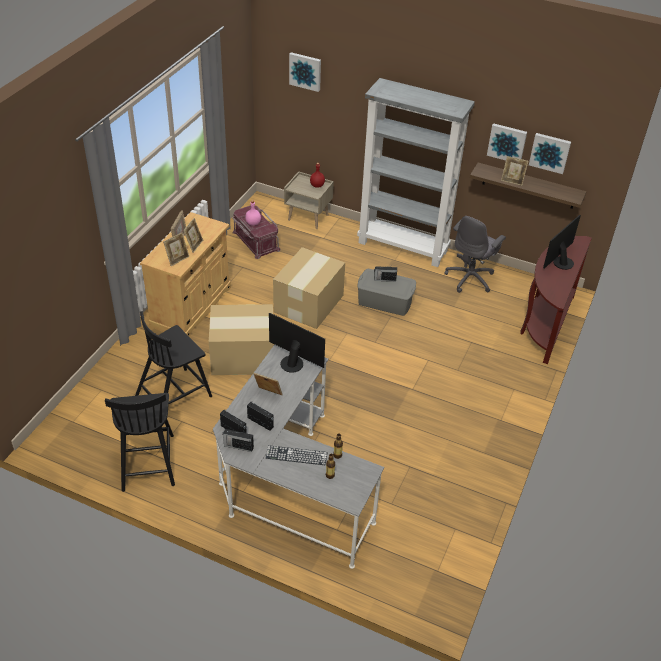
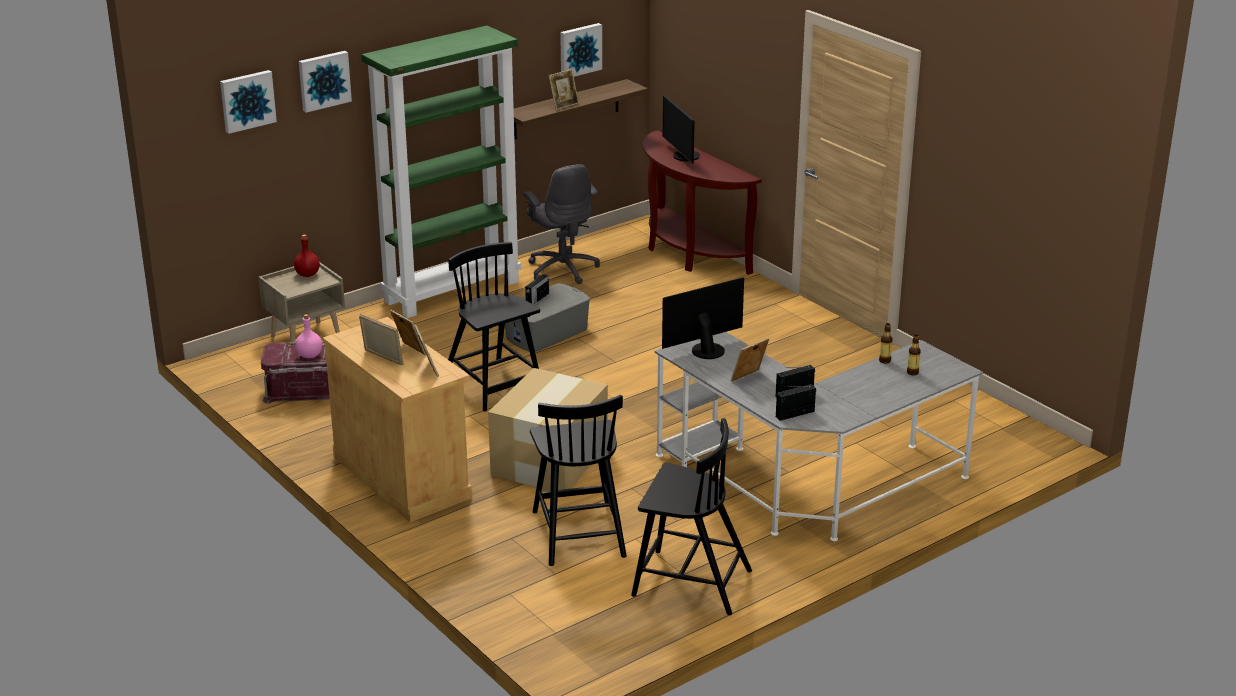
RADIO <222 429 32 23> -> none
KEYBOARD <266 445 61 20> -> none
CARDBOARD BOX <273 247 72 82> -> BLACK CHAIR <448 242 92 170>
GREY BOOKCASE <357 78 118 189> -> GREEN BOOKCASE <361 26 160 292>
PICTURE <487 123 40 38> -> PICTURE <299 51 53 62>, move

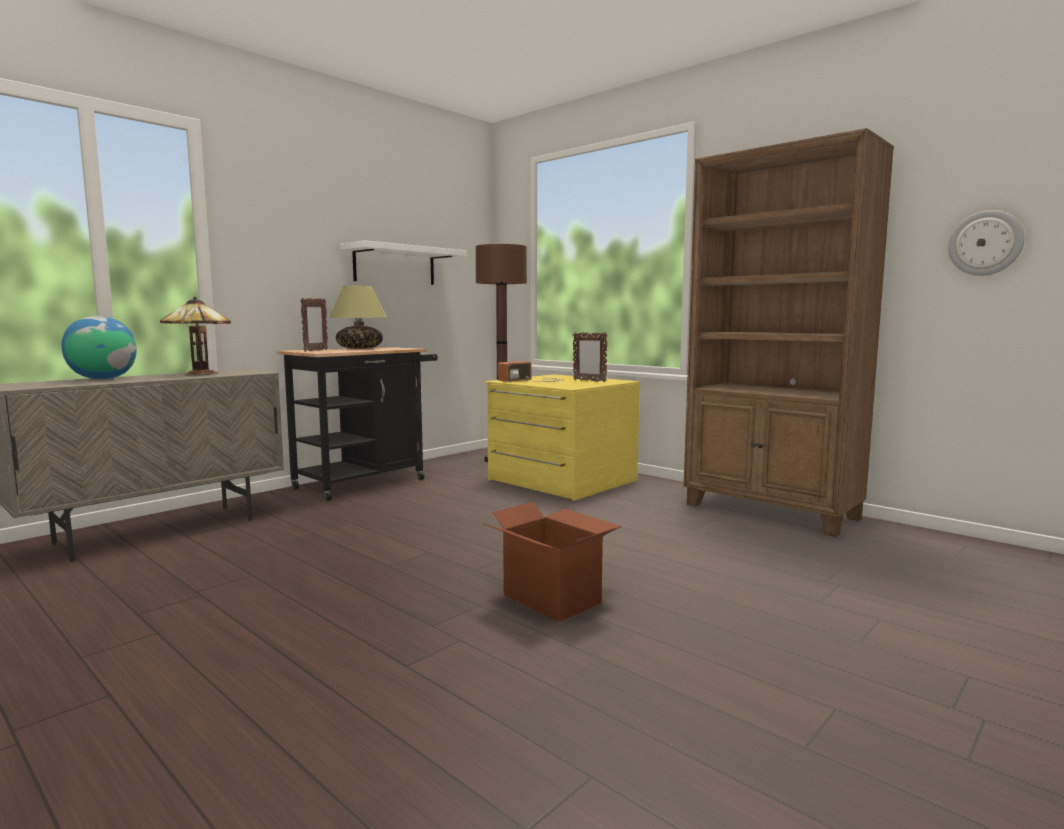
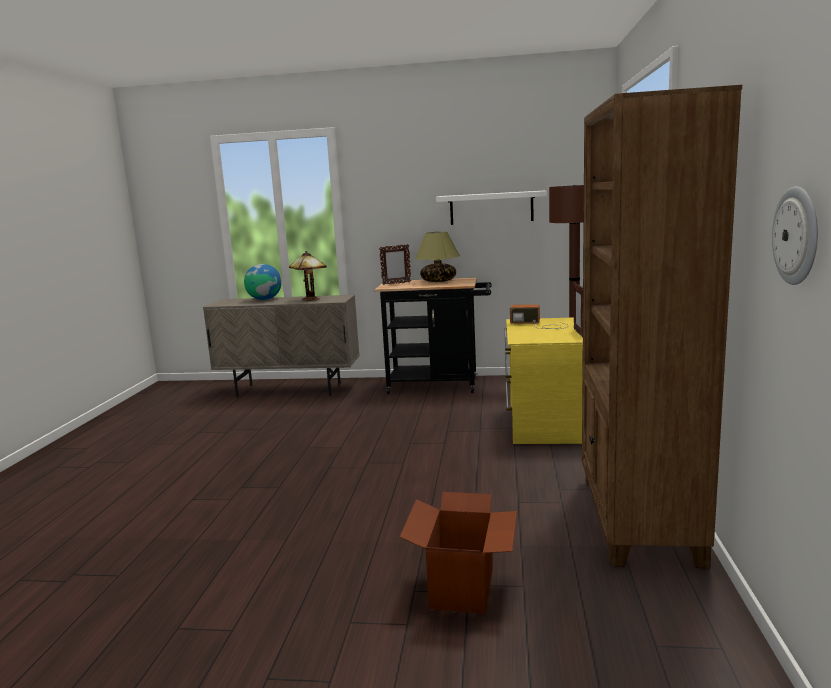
CARDBOARD BOX <483 502 139 120> -> CARDBOARD BOX <400 492 117 122>, move

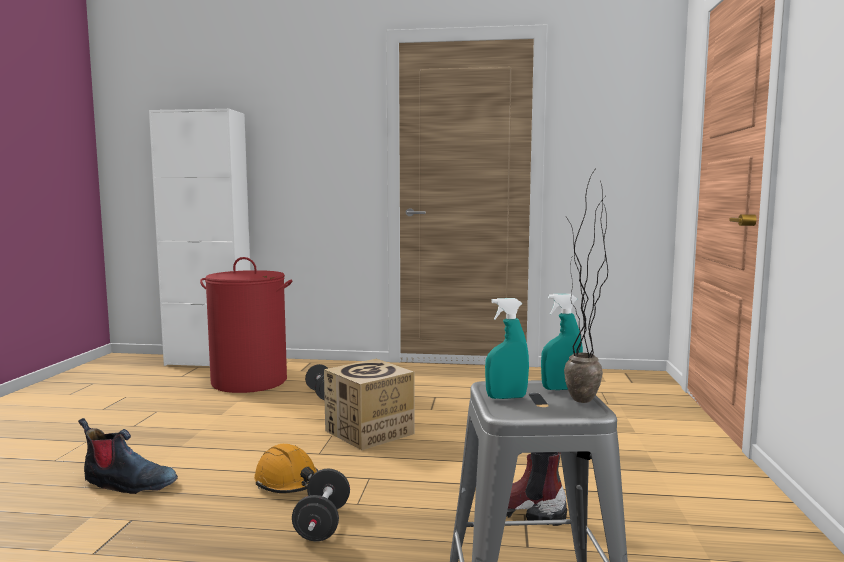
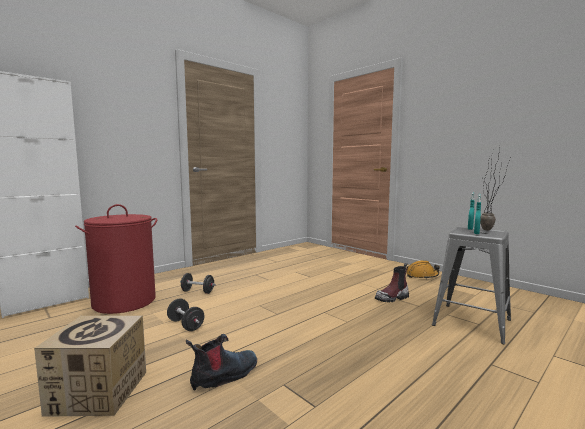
ORANGE HARD HAT <254 444 65 49> -> ORANGE HARD HAT <406 260 34 19>, move
BLACK DUMBBELL <292 469 58 72> -> BLACK DUMBBELL <167 298 37 33>, move
CARDBOARD BOX <324 359 91 91> -> CARDBOARD BOX <34 316 112 101>, move

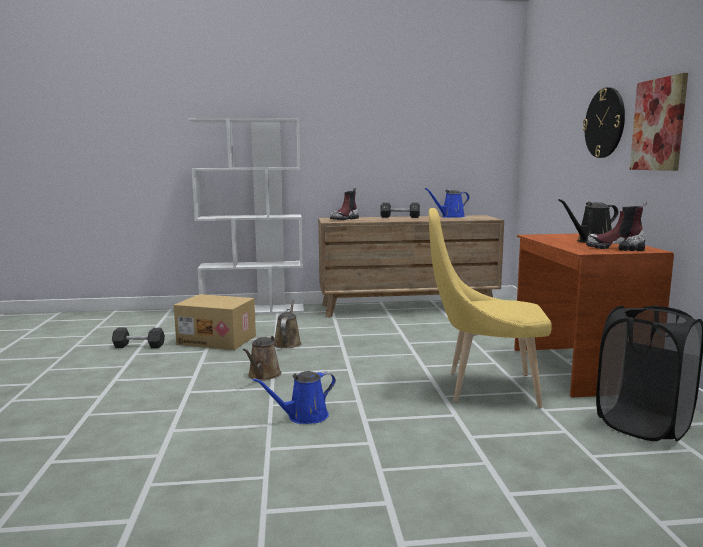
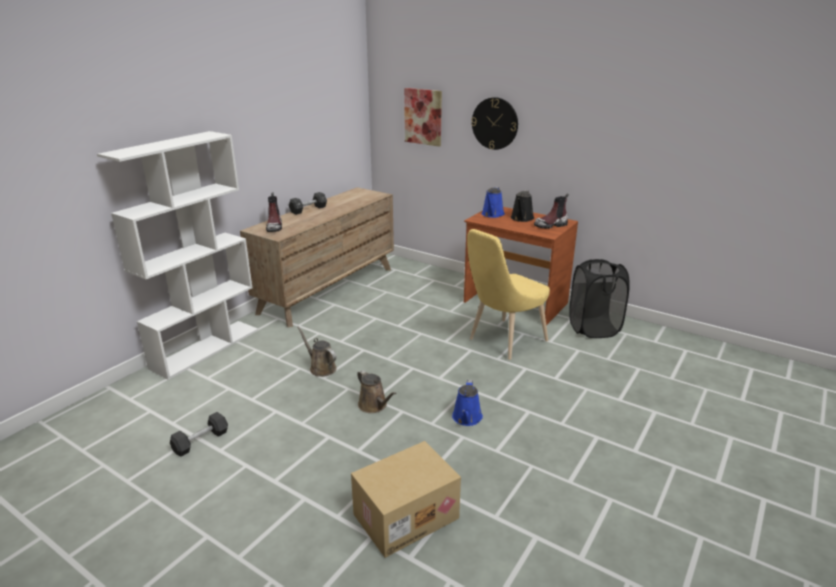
CARDBOARD BOX <174 294 82 56> -> CARDBOARD BOX <351 441 110 117>, move
BLUE WATERING CAN <424 188 45 30> -> BLUE WATERING CAN <482 187 23 31>, move
PICTURE <630 73 58 98> -> PICTURE <404 88 38 59>, move

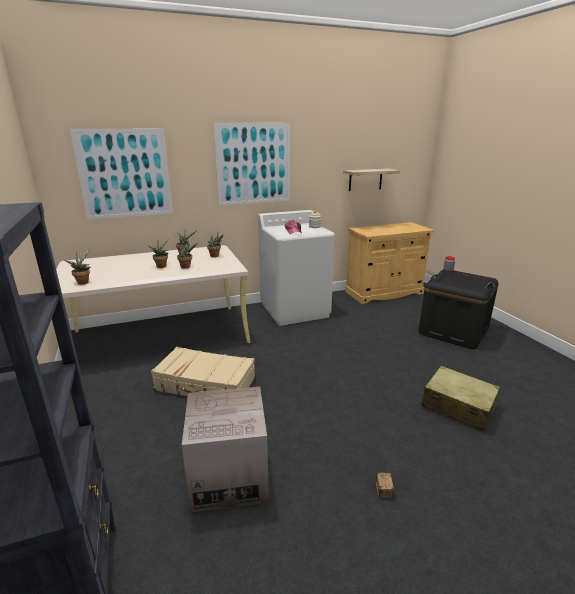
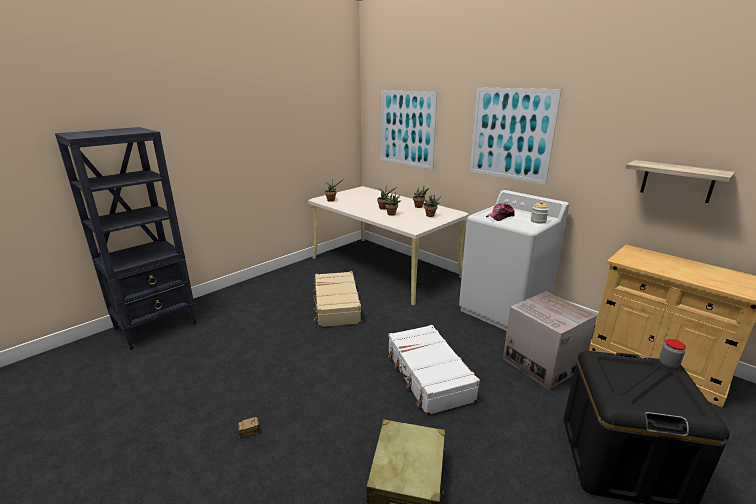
CARDBOARD BOX <182 387 87 125> -> CARDBOARD BOX <503 292 94 98>, move
none -> WHITE SUITCASE <388 325 92 90>

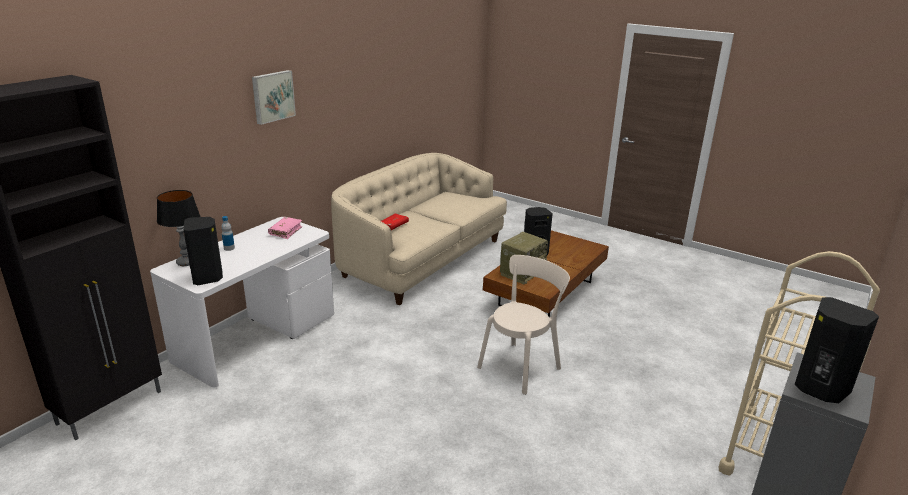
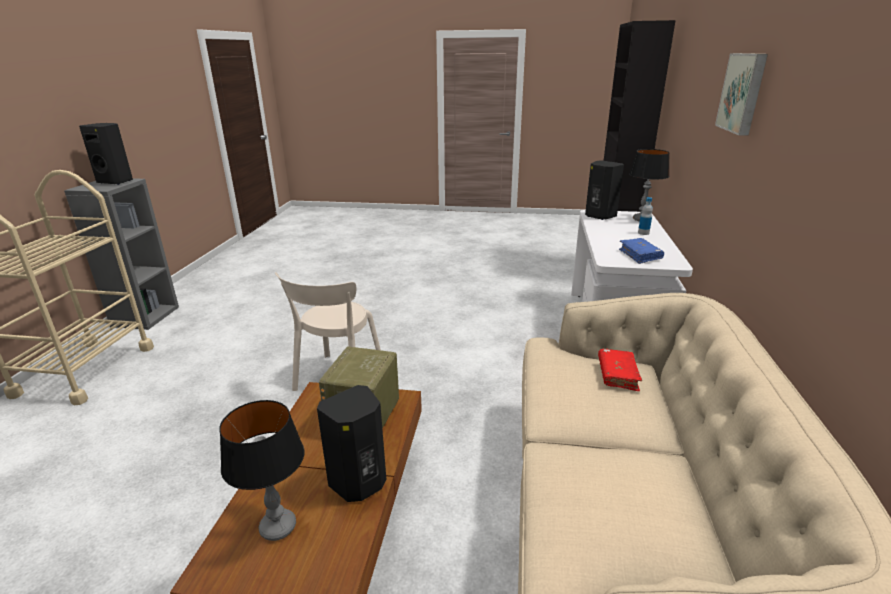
PINK BOOK <268 217 34 22> -> BLUE BOOK <619 238 45 26>
none -> TABLE LAMP <219 400 86 141>

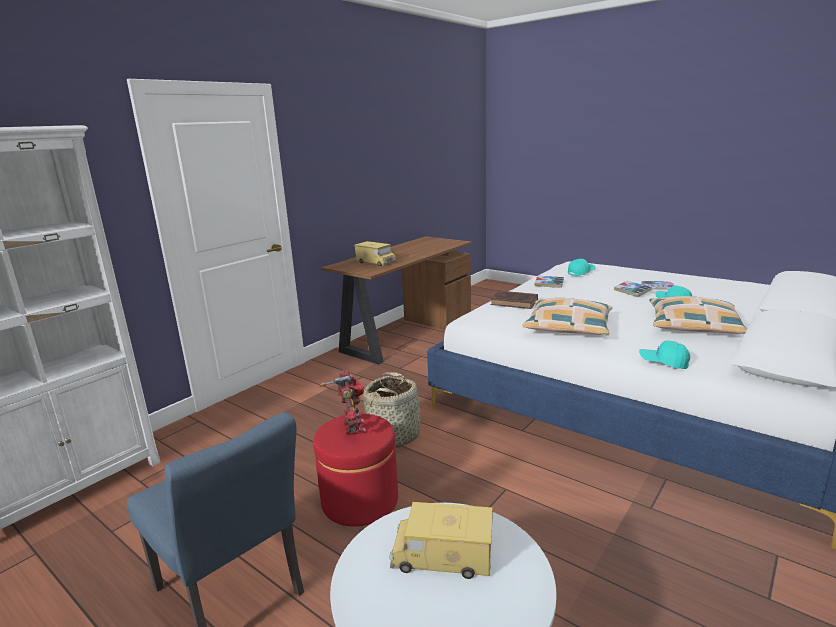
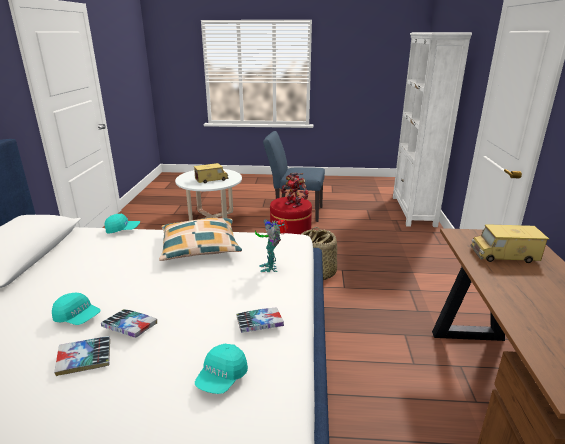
BROWN BOOK <490 291 48 18> -> TOY ROBOT <255 219 33 53>
PILLOW <649 296 98 38> -> none

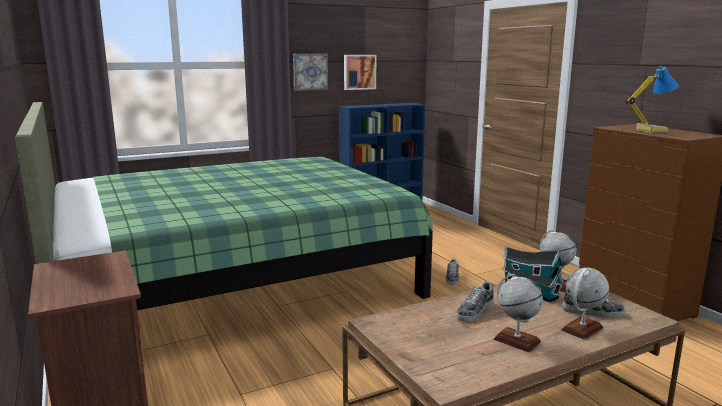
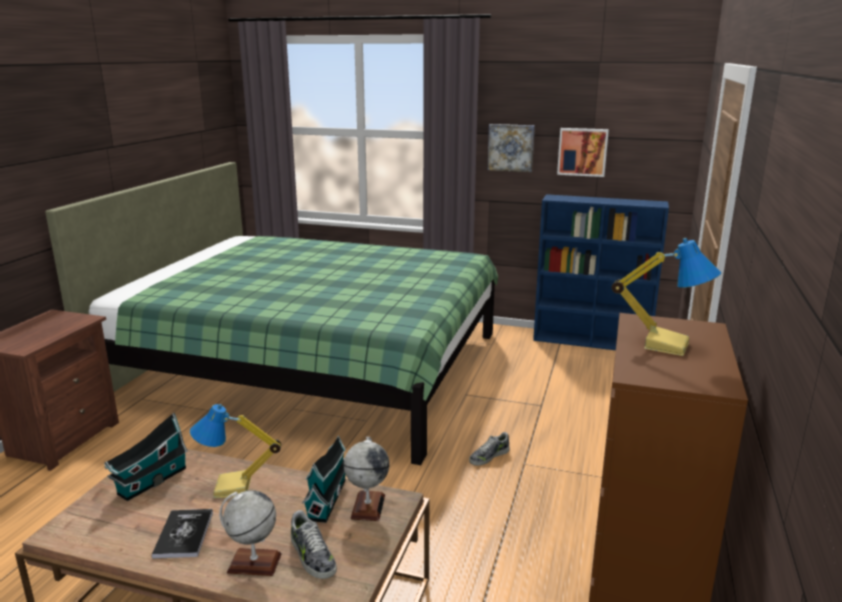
SHOE <456 281 38 41> -> TABLE LAMP <190 404 91 94>
GLOBE <494 274 49 78> -> BOOK <152 509 61 50>
none -> TOY HOUSE <104 413 84 88>

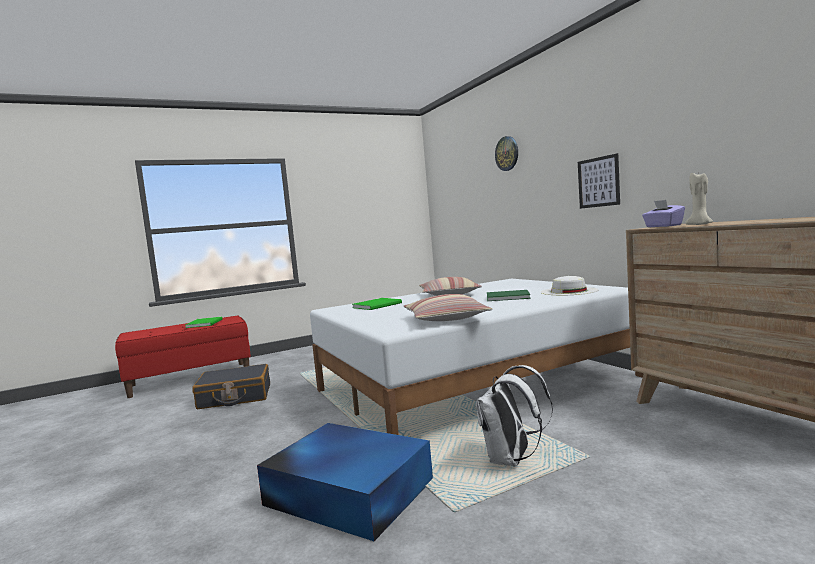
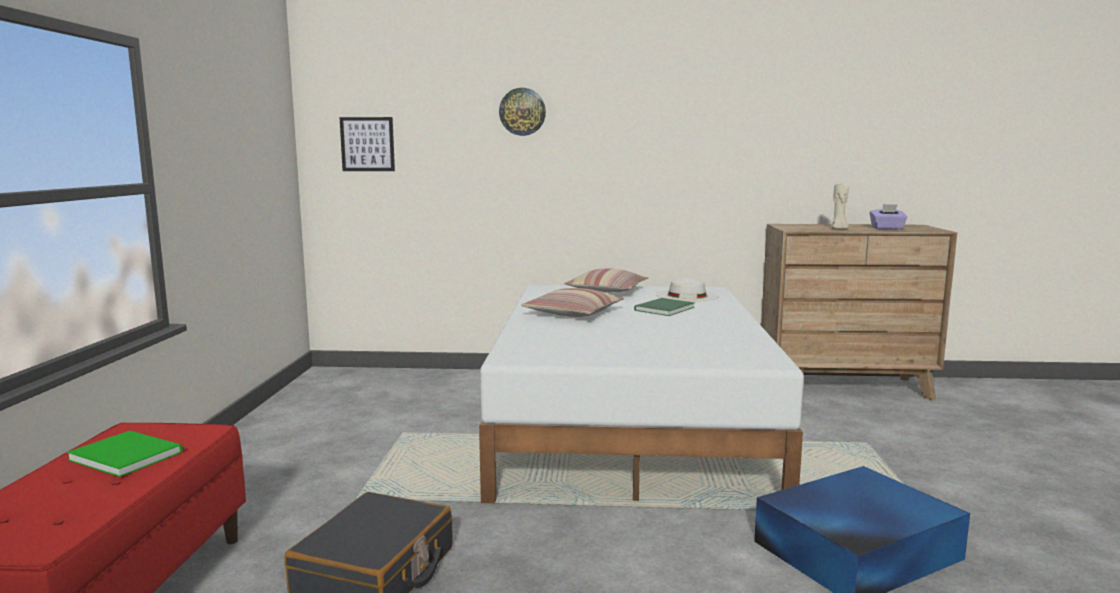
GREEN BOOK <353 298 49 12> -> none
PILLOW <404 294 89 27> -> PILLOW <564 269 85 23>, move
WHITE BACKPACK <476 365 77 102> -> none
PICTURE <578 153 42 56> -> PICTURE <340 117 55 54>, move
PURPLE TISSUE BOX <642 200 43 27> -> PURPLE TISSUE BOX <870 204 38 25>, move

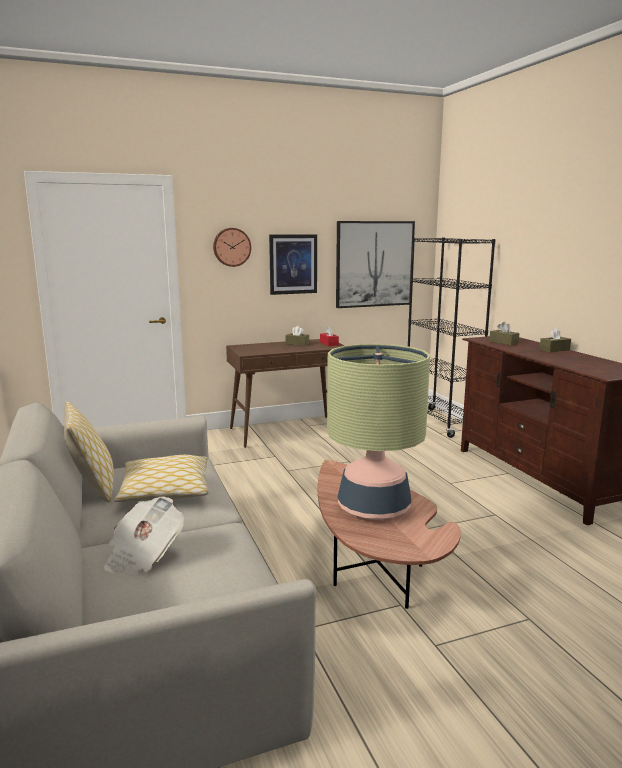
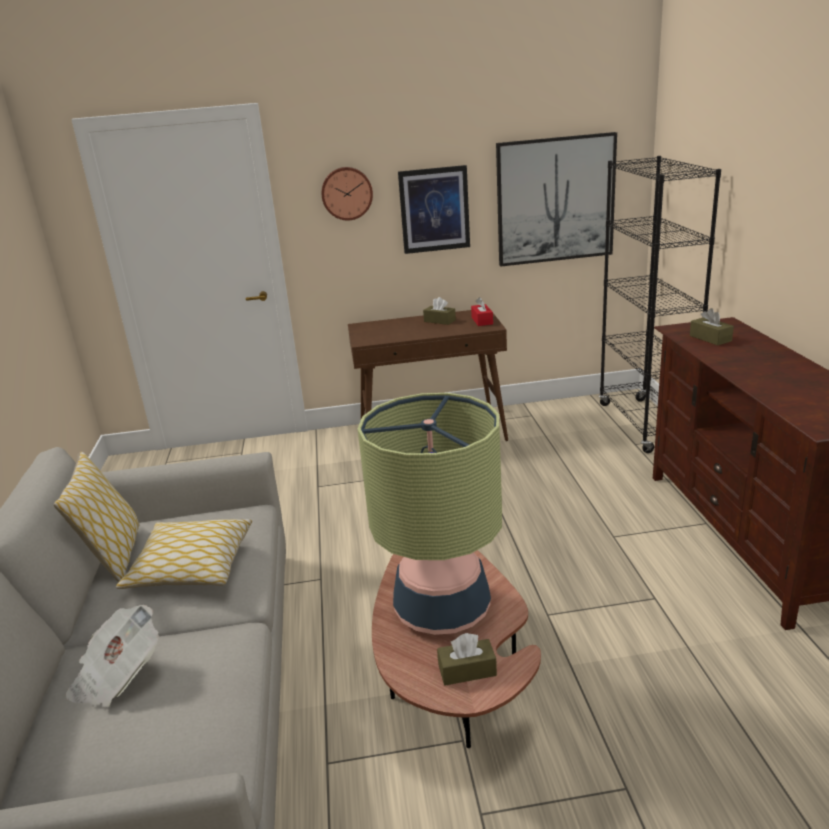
BROWN TISSUE BOX <539 327 32 25> -> BROWN TISSUE BOX <437 633 60 52>, move

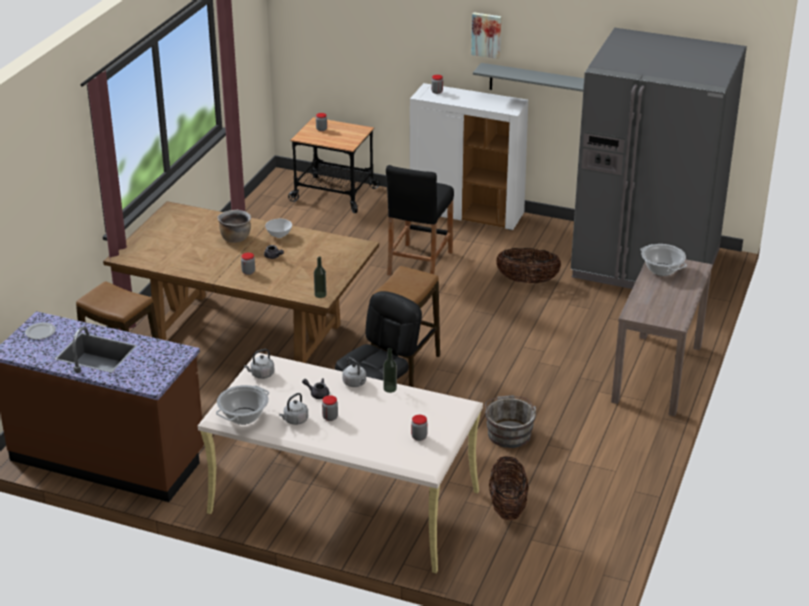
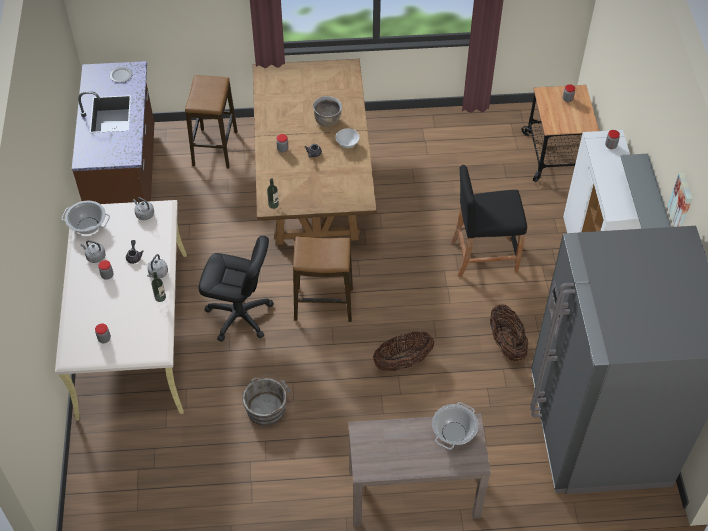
PICTURE <471 13 30 46> -> PICTURE <668 173 25 54>, move
BASKET <489 456 40 64> -> BASKET <373 331 61 40>, move

